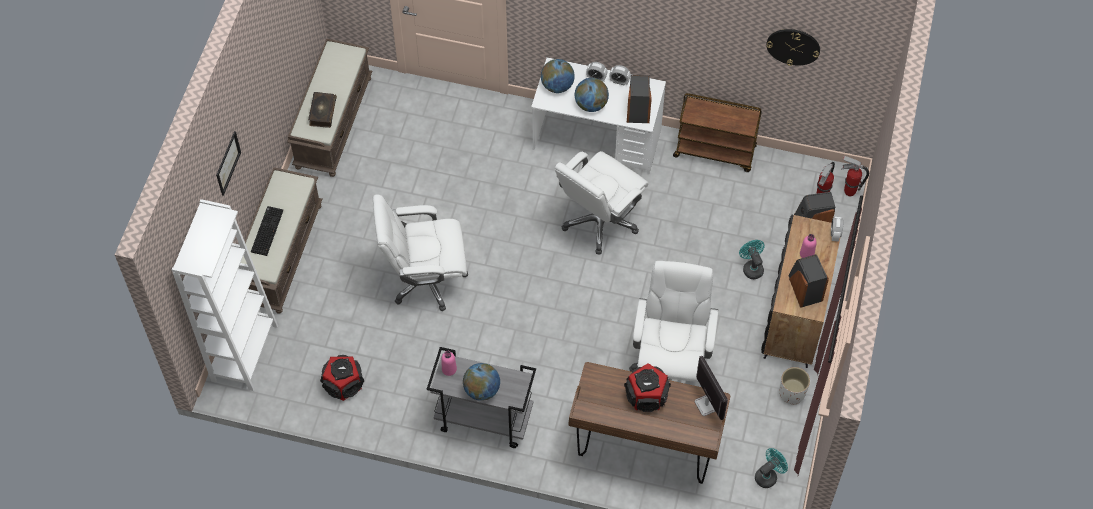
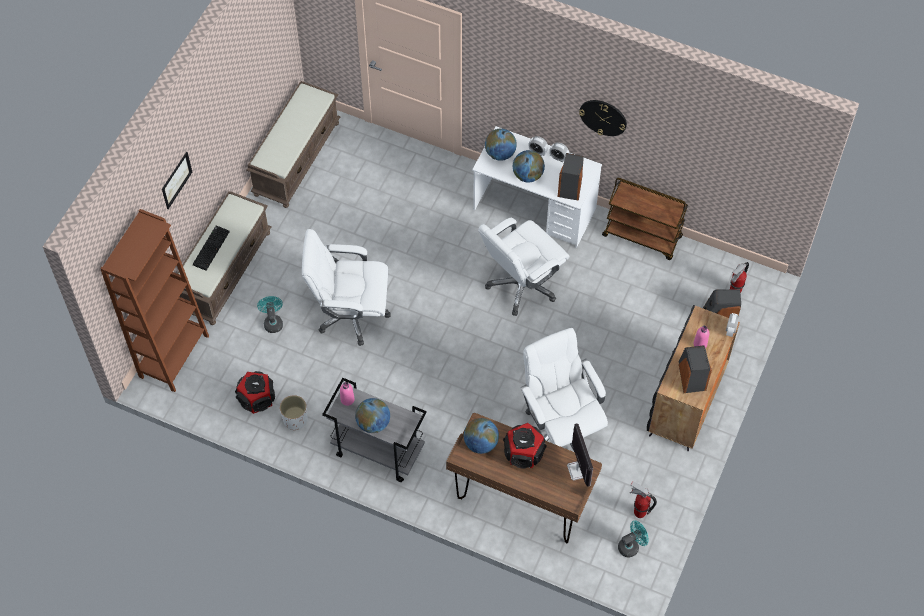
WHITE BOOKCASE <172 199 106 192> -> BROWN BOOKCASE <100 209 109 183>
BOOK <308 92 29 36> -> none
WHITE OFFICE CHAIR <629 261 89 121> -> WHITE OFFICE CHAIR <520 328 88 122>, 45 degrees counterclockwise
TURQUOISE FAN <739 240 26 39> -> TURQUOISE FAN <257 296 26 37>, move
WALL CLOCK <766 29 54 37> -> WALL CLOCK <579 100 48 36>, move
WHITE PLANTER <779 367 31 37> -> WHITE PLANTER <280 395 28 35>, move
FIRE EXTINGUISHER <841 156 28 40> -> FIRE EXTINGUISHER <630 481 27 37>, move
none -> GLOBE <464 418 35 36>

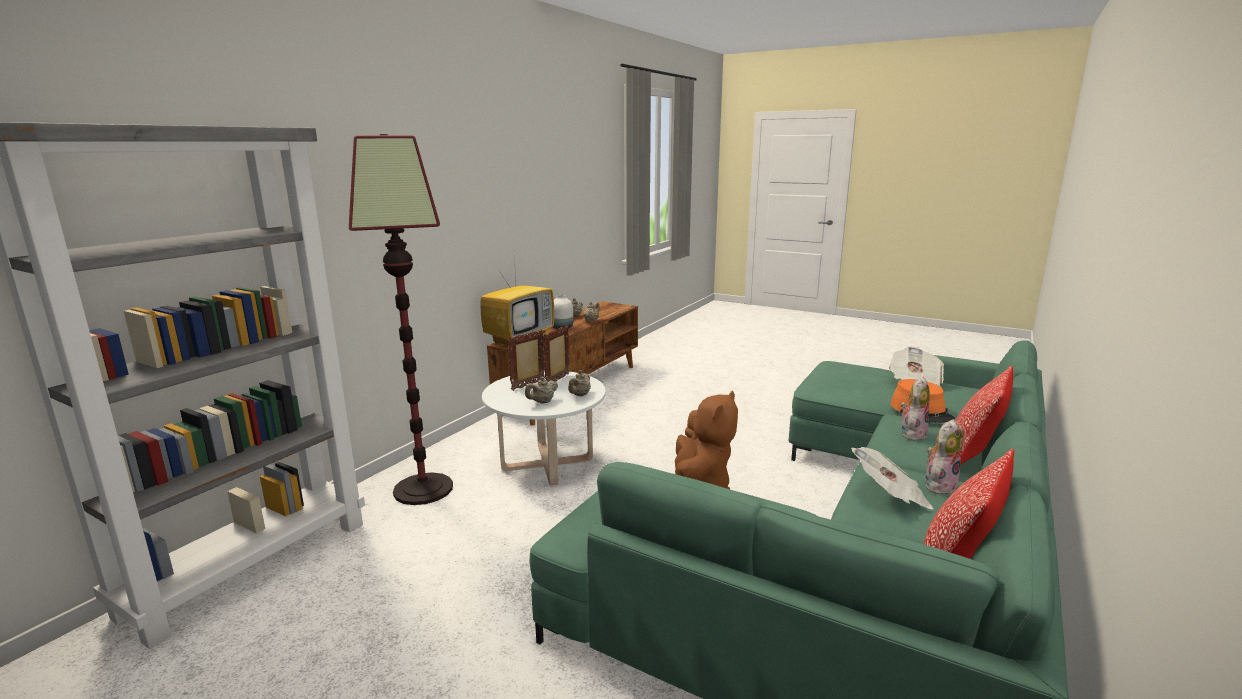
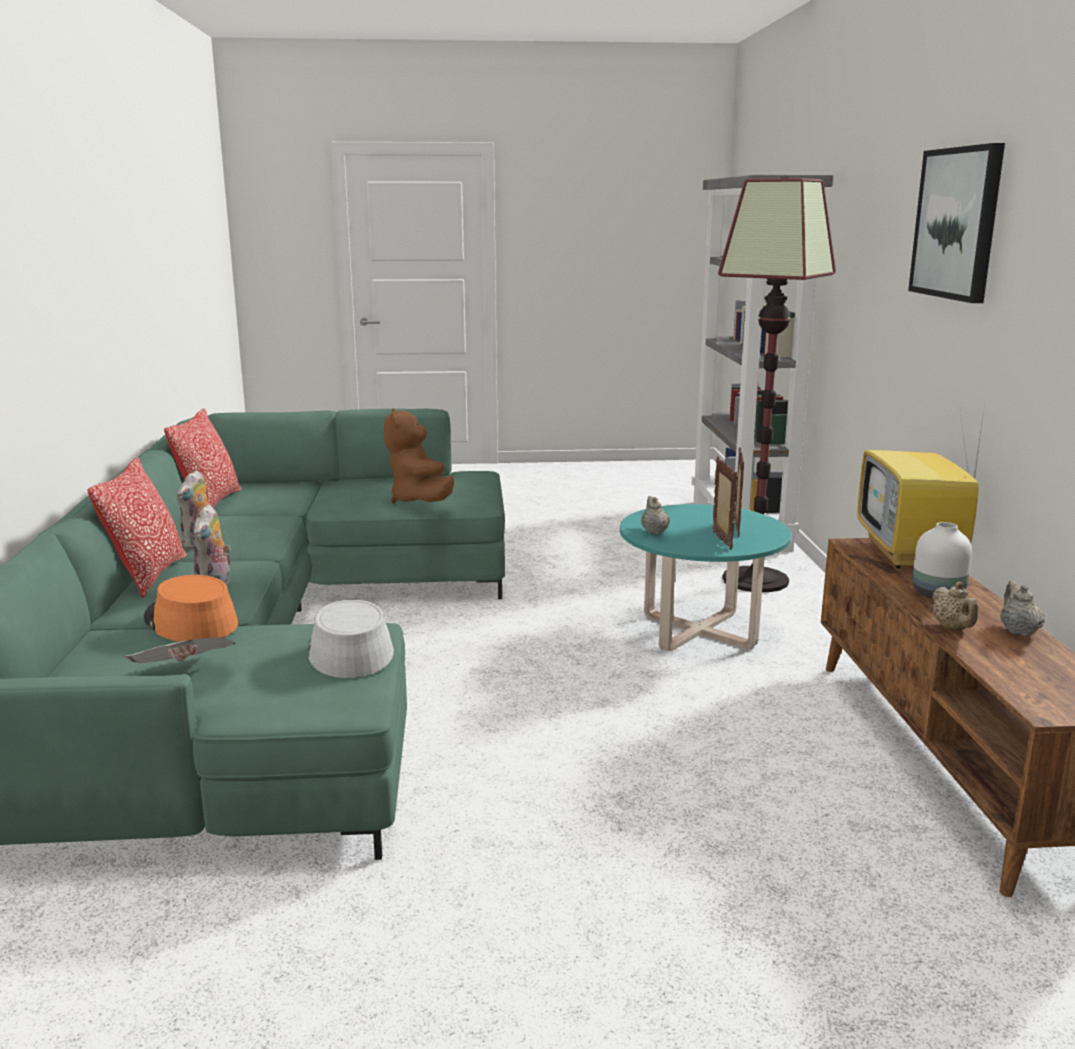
WHITE COFFEE TABLE <482 371 124 114> -> TURQUOISE COFFEE TABLE <620 504 171 147>
BEIGE TEAPOT <525 377 33 27> -> none
NEWSPAPER <851 447 83 63> -> none
none -> GREY HAT <309 600 85 78>
none -> PICTURE <908 143 97 160>

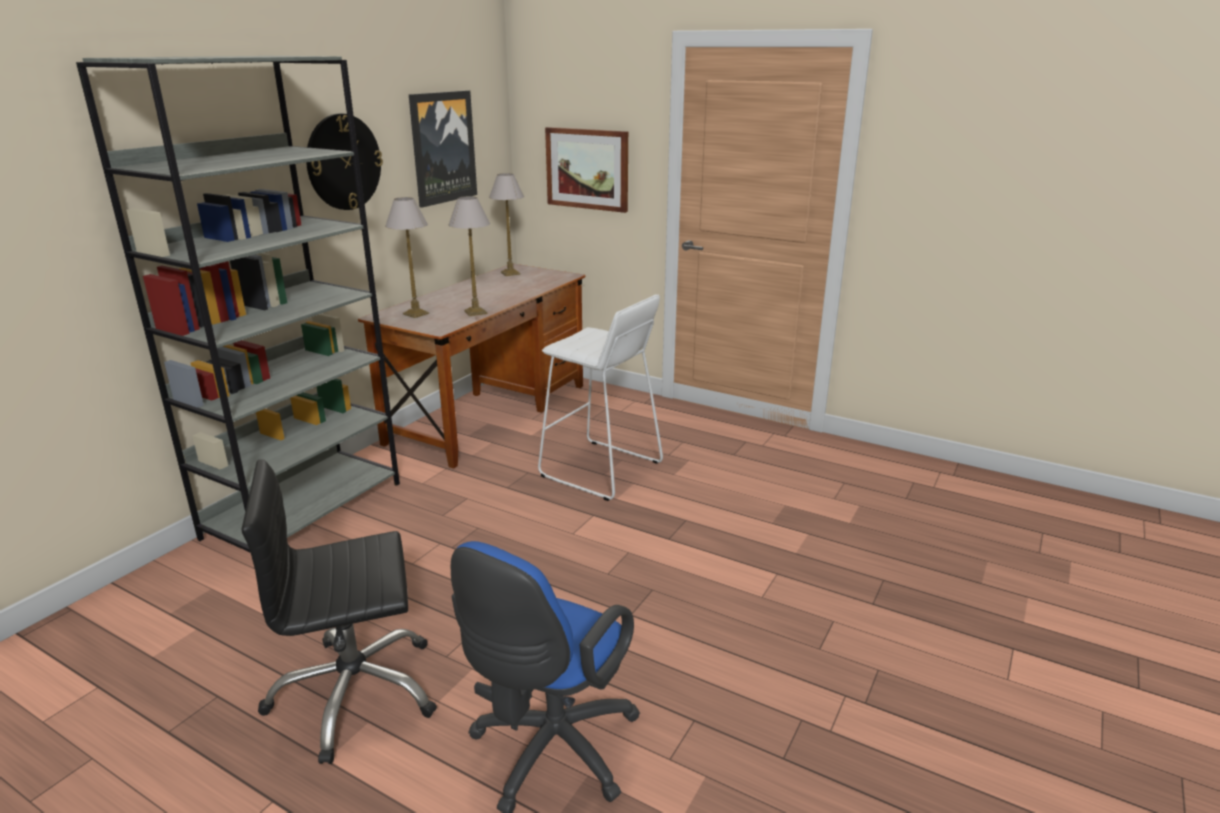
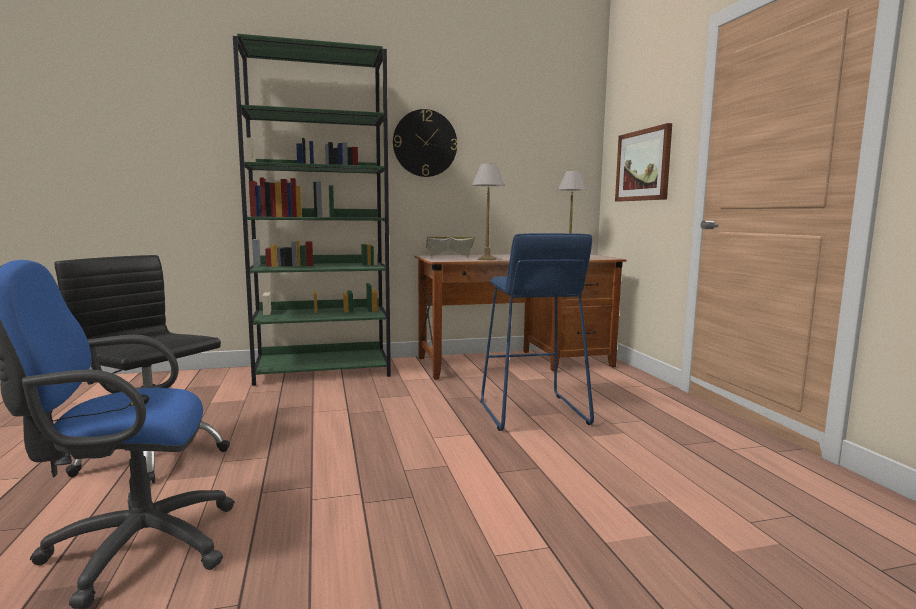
GREY BOOKCASE <76 56 324 496> -> GREEN BOOKCASE <233 34 158 352>
TABLE LAMP <385 197 44 121> -> BOOK <426 236 49 20>
PICTURE <409 90 68 118> -> none
WHITE STOOL <538 295 125 206> -> BLUE STOOL <481 233 113 198>

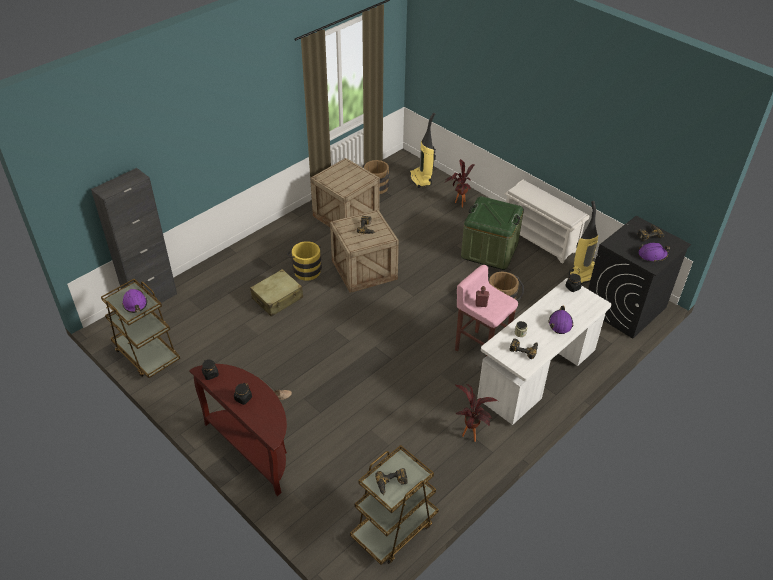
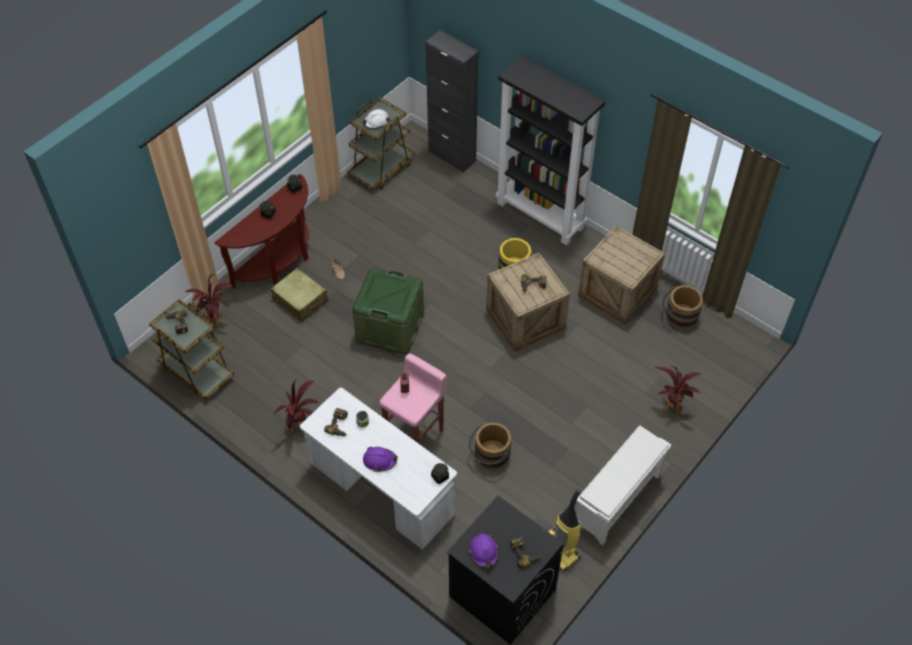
PURPLE HARD HAT <122 289 25 24> -> WHITE HARD HAT <362 109 28 20>
BEIGE SUITCASE <250 269 53 48> -> BEIGE SUITCASE <271 268 57 54>, move
VACUUM CLEANER <410 113 26 75> -> none
GREEN STORAGE BOX <461 196 63 74> -> GREEN STORAGE BOX <352 268 72 86>, move
none -> POTTED PLANT <184 274 50 51>
none -> BLACK BOOKCASE <496 56 109 189>

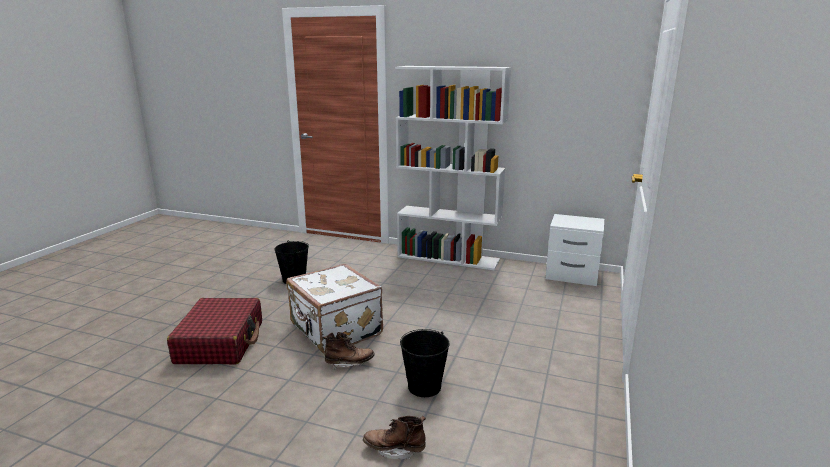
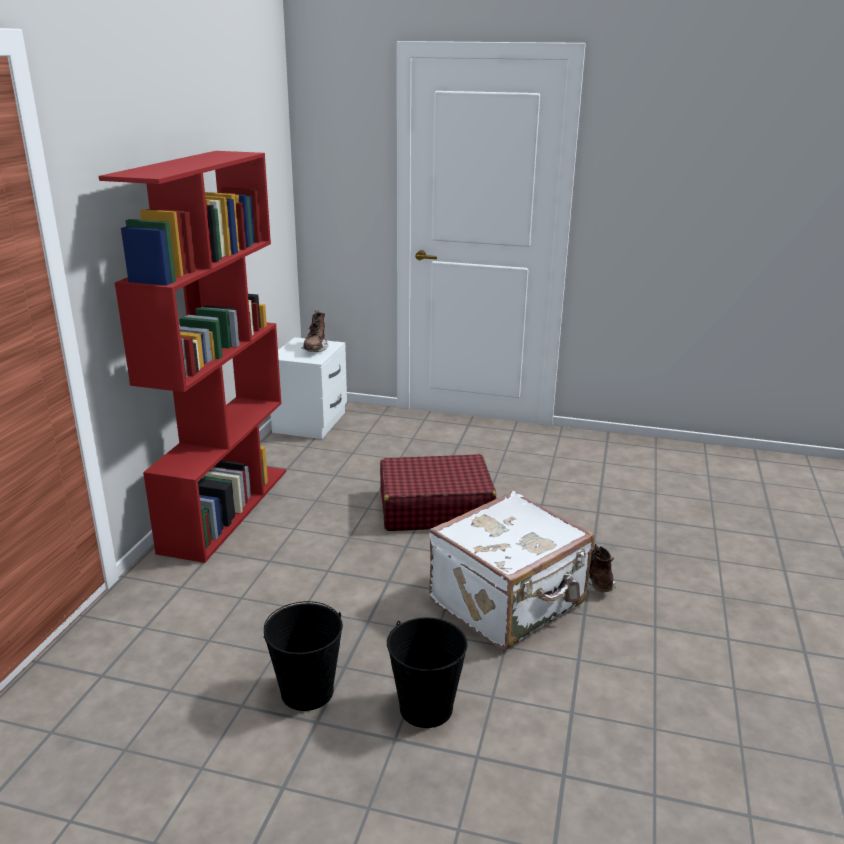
RED SUITCASE <167 298 95 66> -> RED SUITCASE <380 454 116 77>, move
BROWN BOOT <363 416 63 44> -> BROWN BOOT <301 310 27 42>, move
WHITE BOOKCASE <395 66 116 204> -> RED BOOKCASE <99 151 187 412>
BLACK BUCKET <400 329 50 68> -> BLACK BUCKET <387 617 80 111>, move

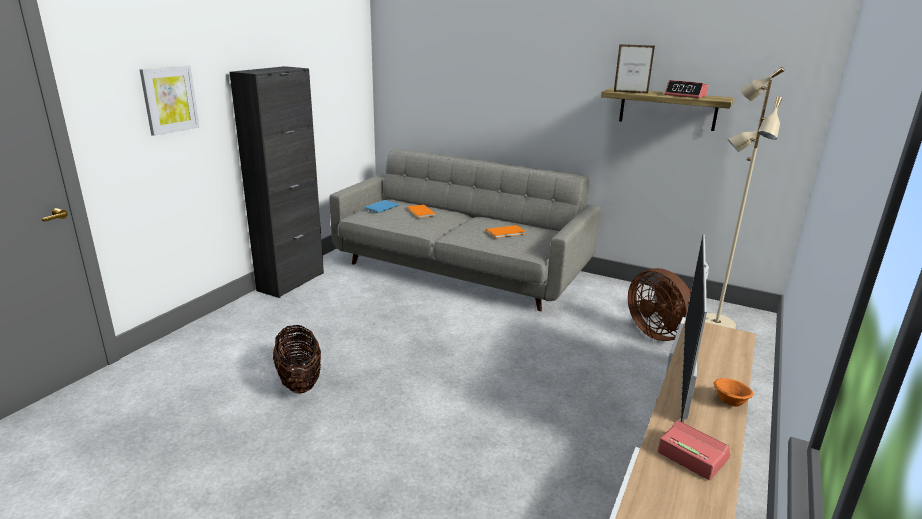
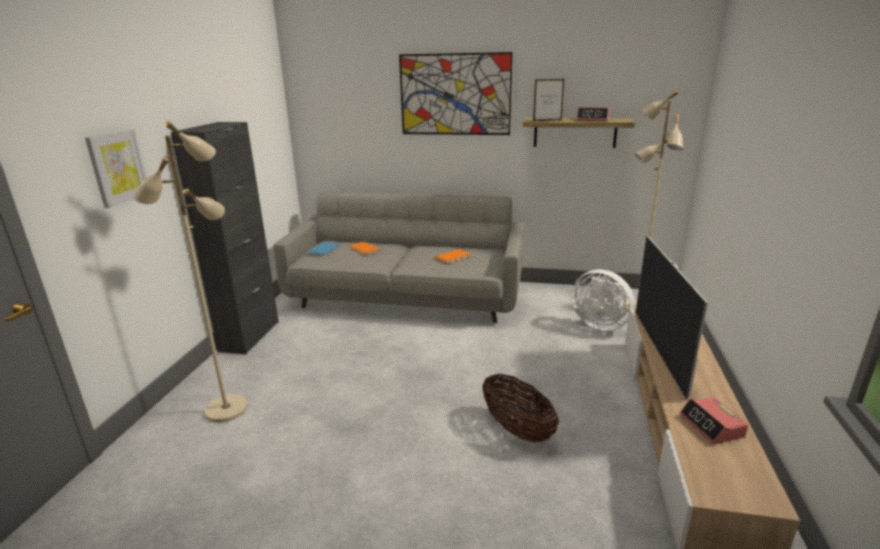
BASKET <273 325 48 68> -> BASKET <482 374 77 68>, move
BROWN FAN <628 268 63 73> -> WHITE FAN <571 269 64 62>
ALARM CLOCK <657 420 73 60> -> ALARM CLOCK <679 397 69 48>, 135 degrees counterclockwise
ORANGE BOWL <713 378 41 29> -> none
none -> BEIGE FLOOR LAMP <133 121 115 302>
none -> PICTURE <399 52 114 83>

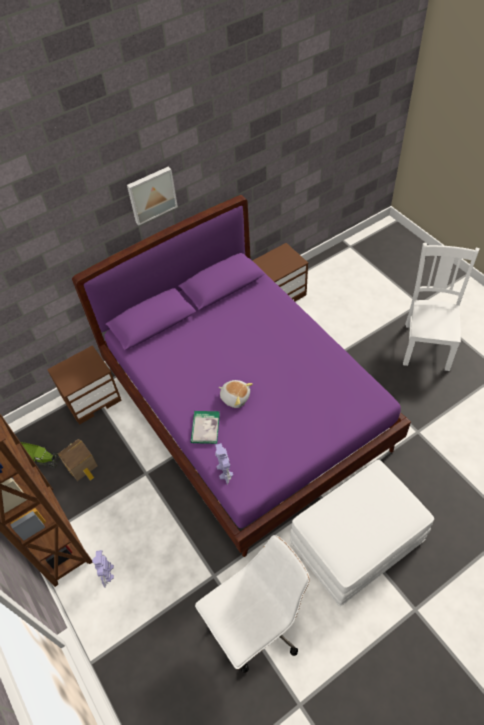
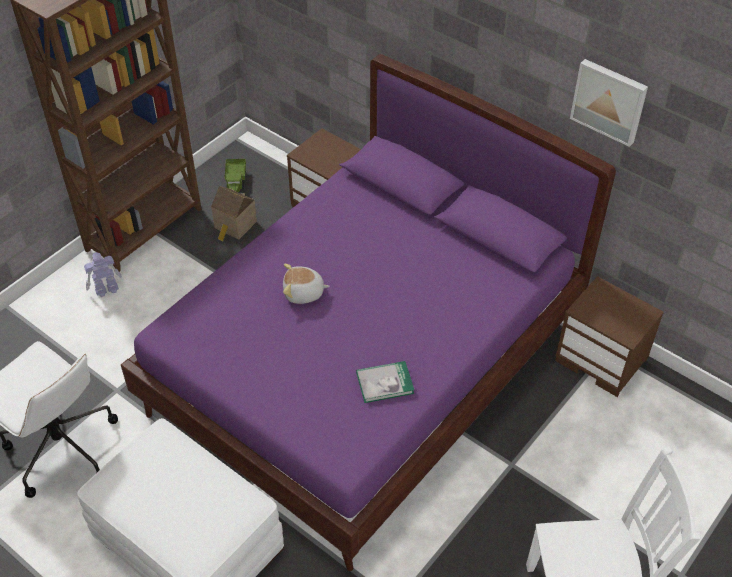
PICTURE <127 166 51 59> -> PICTURE <570 59 78 88>, move
BOOK <191 411 29 33> -> BOOK <356 361 58 42>, move
TOY ROBOT <215 443 18 42> -> none
PLUSH TOY <219 380 34 28> -> PLUSH TOY <283 264 47 40>, 75 degrees clockwise

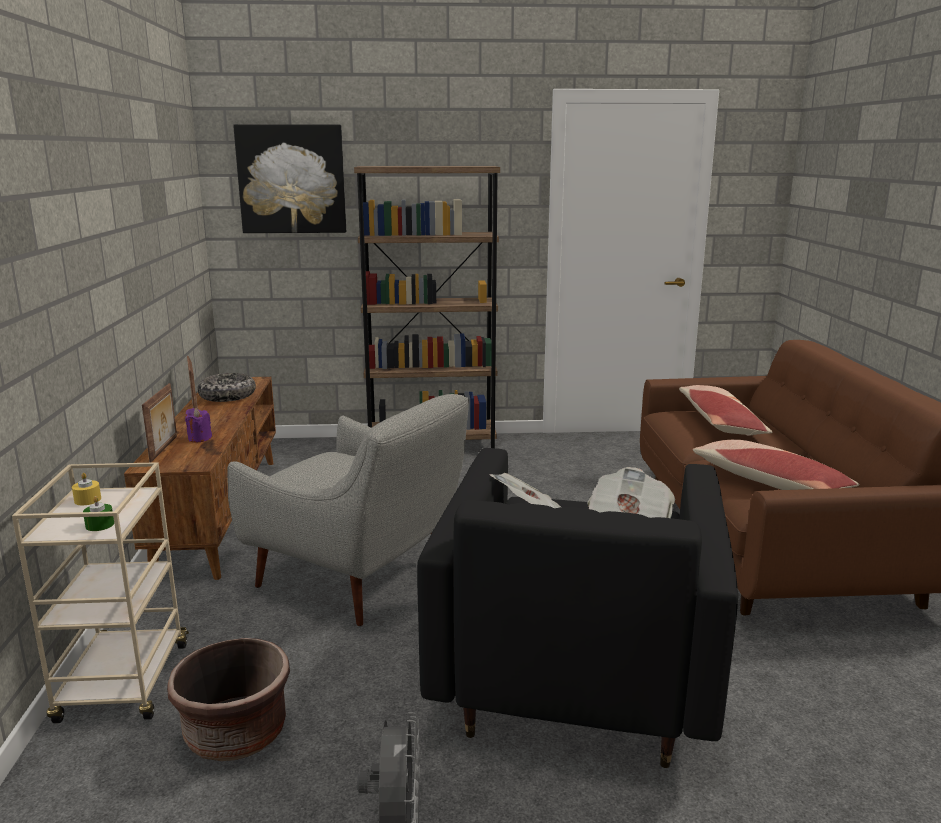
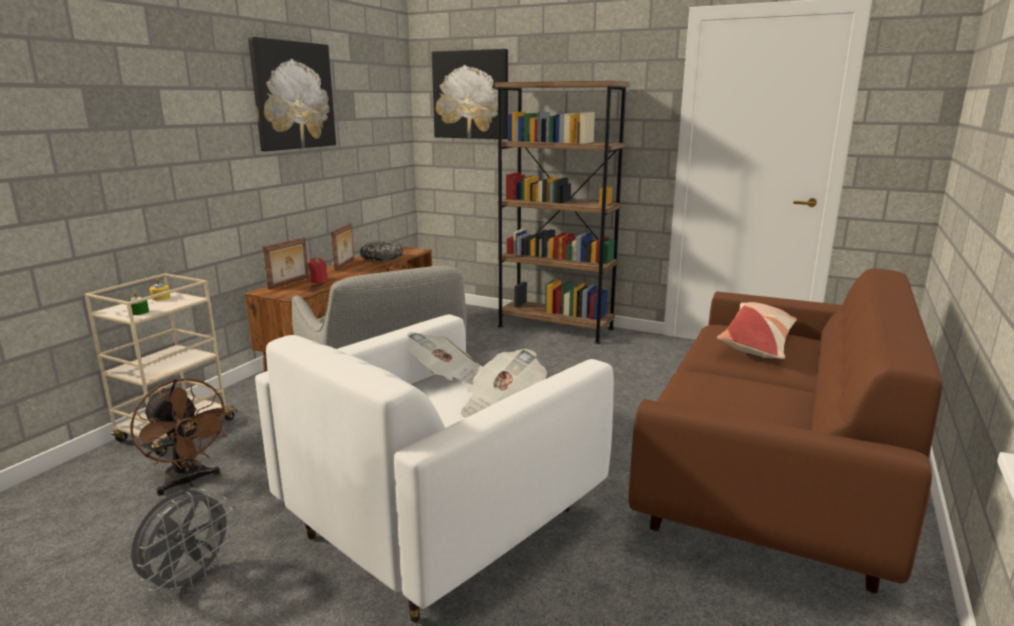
BROWN PLANTER <167 638 123 123> -> BROWN FAN <130 378 101 118>
PURPLE CANDLE <185 408 27 35> -> RED CANDLE <308 257 20 26>
BLACK ARMCHAIR <417 448 321 320> -> WHITE ARMCHAIR <255 314 359 308>
PILLOW <693 440 166 50> -> none
none -> PICTURE <248 37 88 114>

